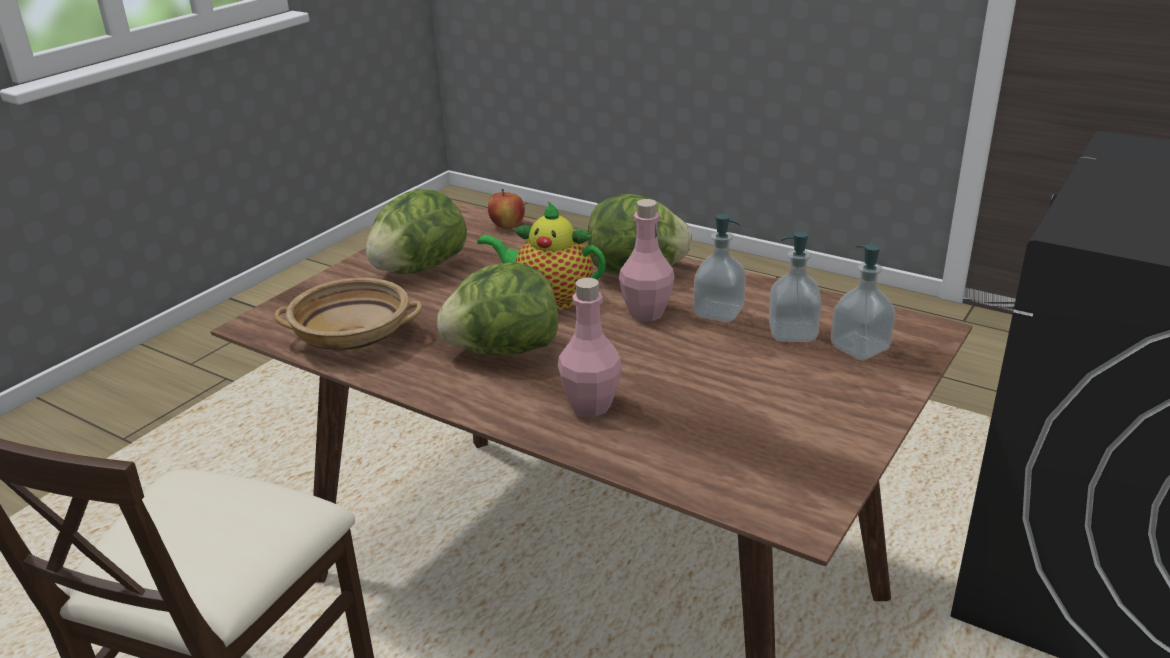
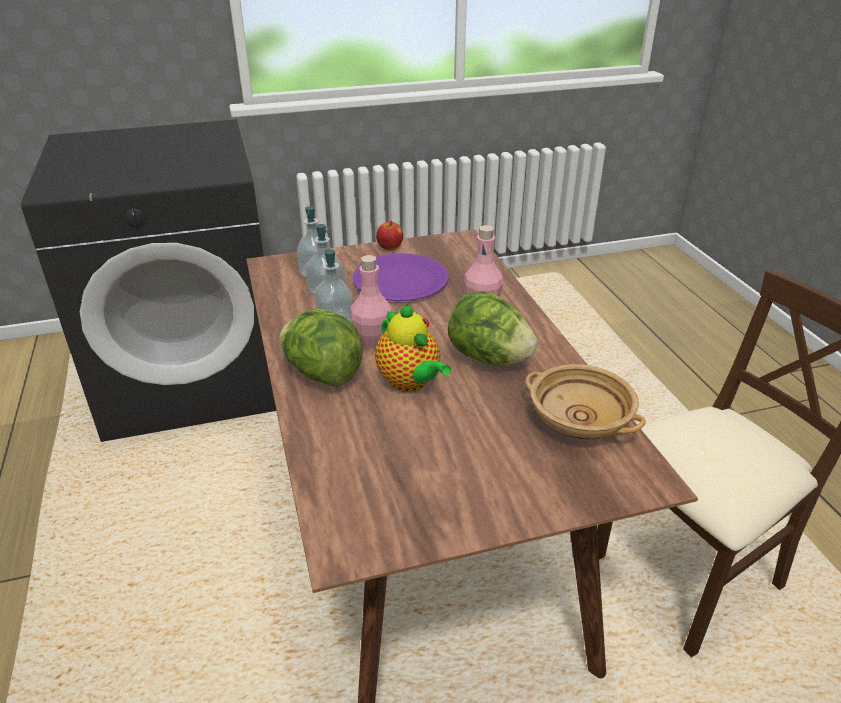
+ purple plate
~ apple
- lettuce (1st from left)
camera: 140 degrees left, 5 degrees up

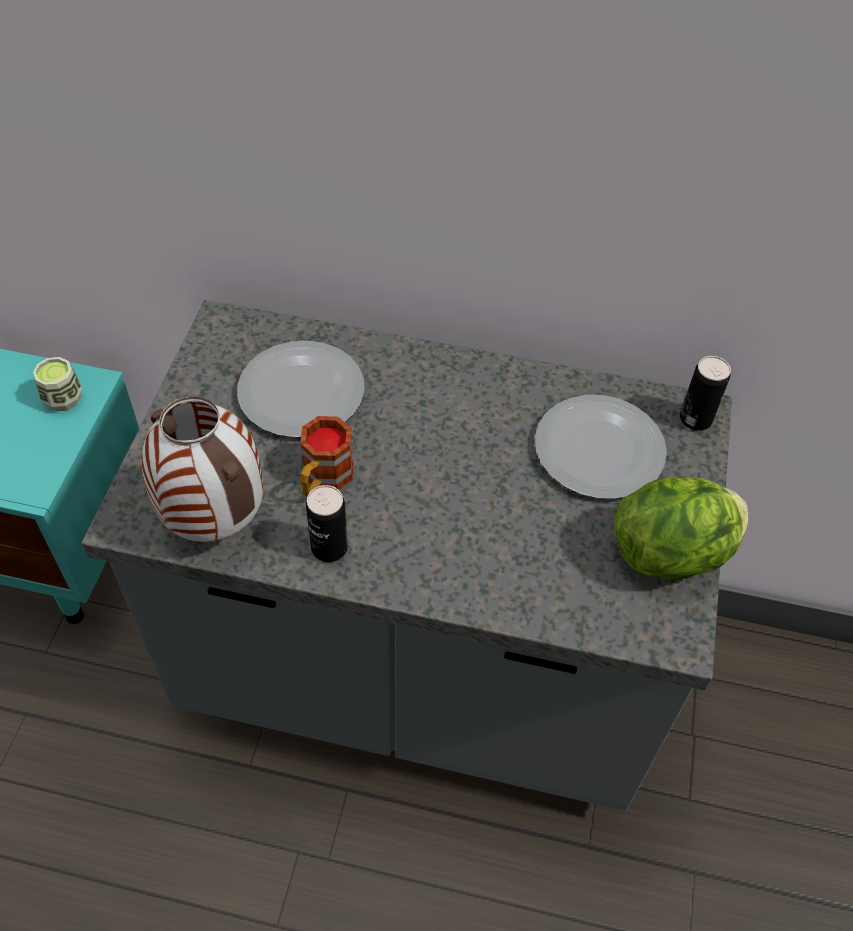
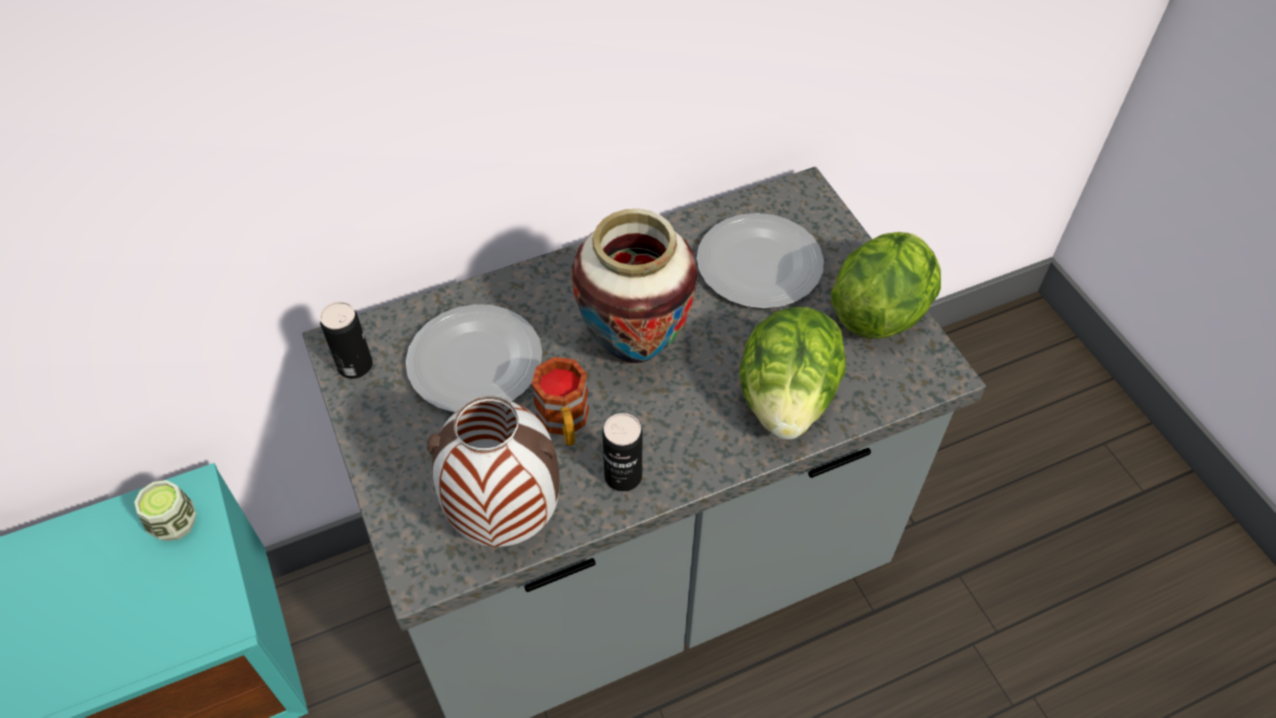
~ can (2nd from left in the first image) to can (1st from left)
+ vase (2nd from left)
+ lettuce (1st from left)
camera: 35 degrees left, 0 degrees up

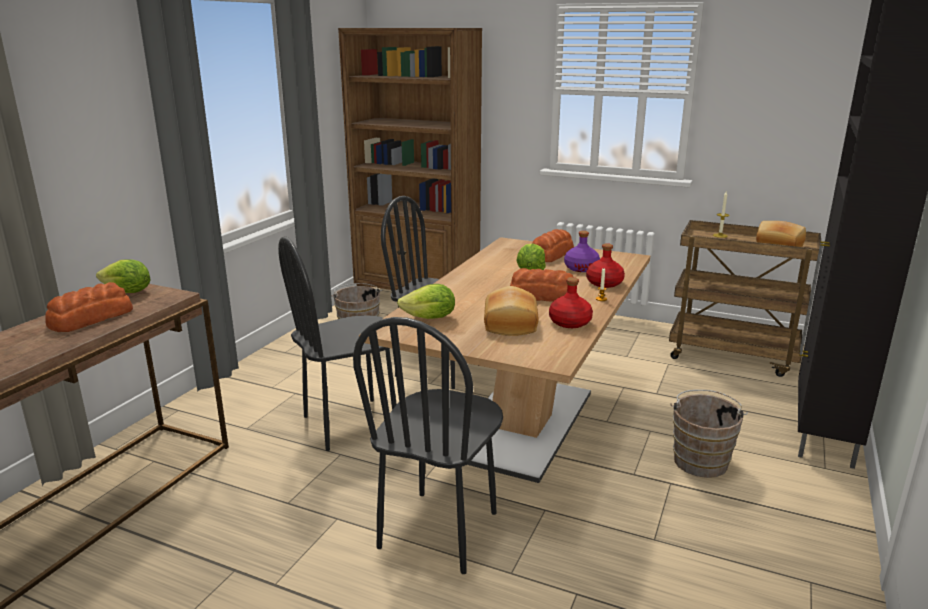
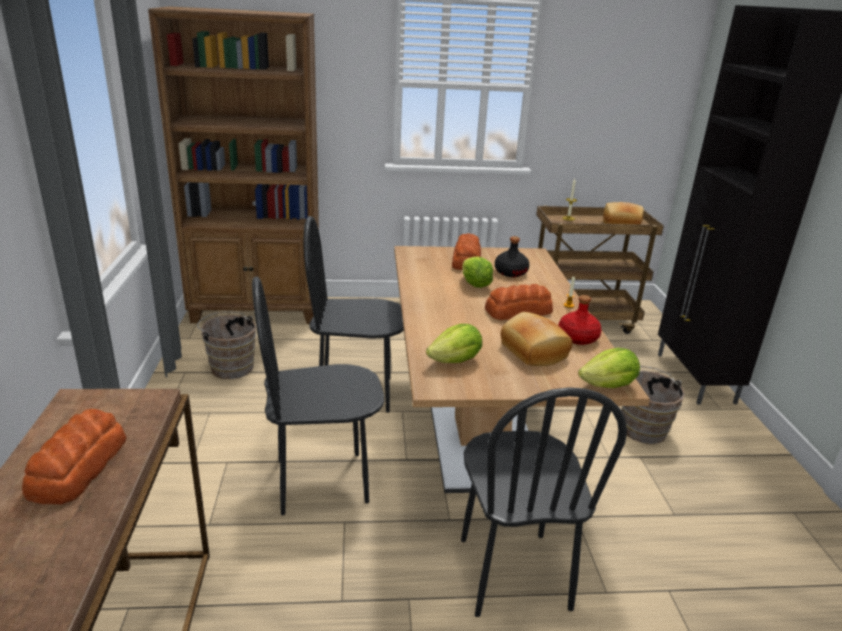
~ black chair (1st from left) 45 degrees clockwise
~ purple bottle to black bottle
~ lettuce (1st from left in the first image) to lettuce (3rd from left)
- red bottle (2nd from left)
camera: 30 degrees left, 5 degrees up

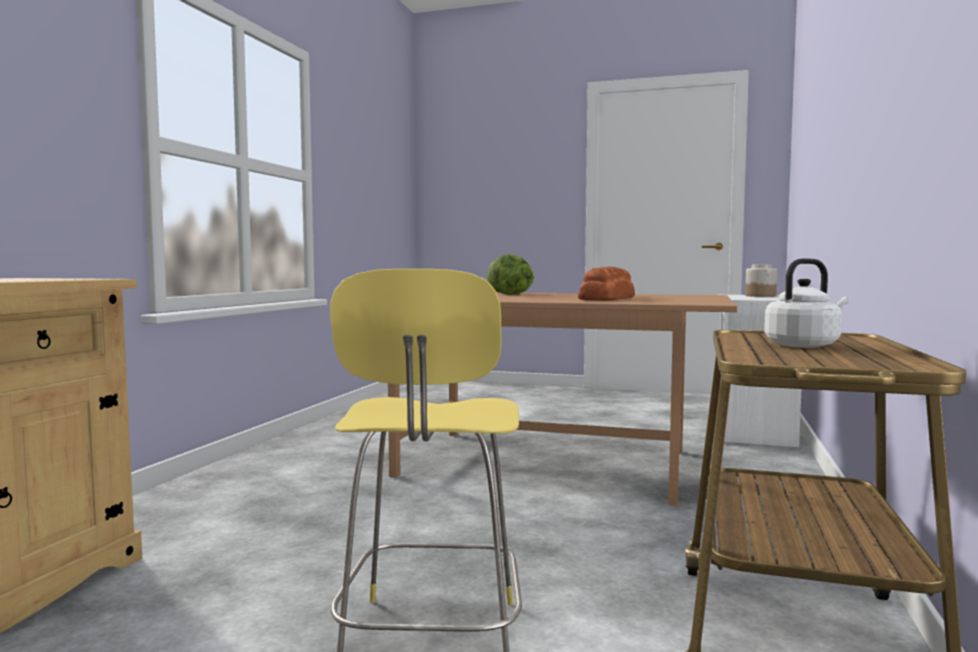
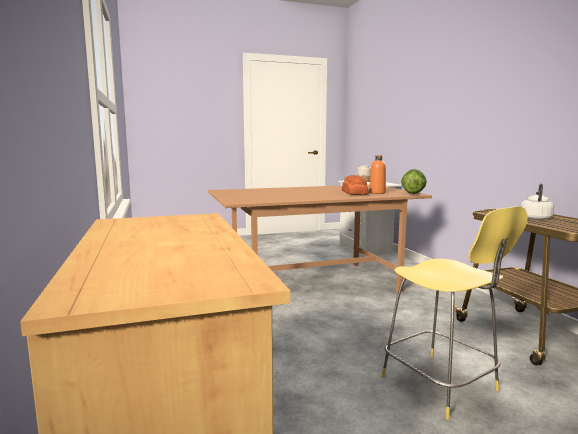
+ orange bottle
~ lettuce
camera: 35 degrees left, 5 degrees up

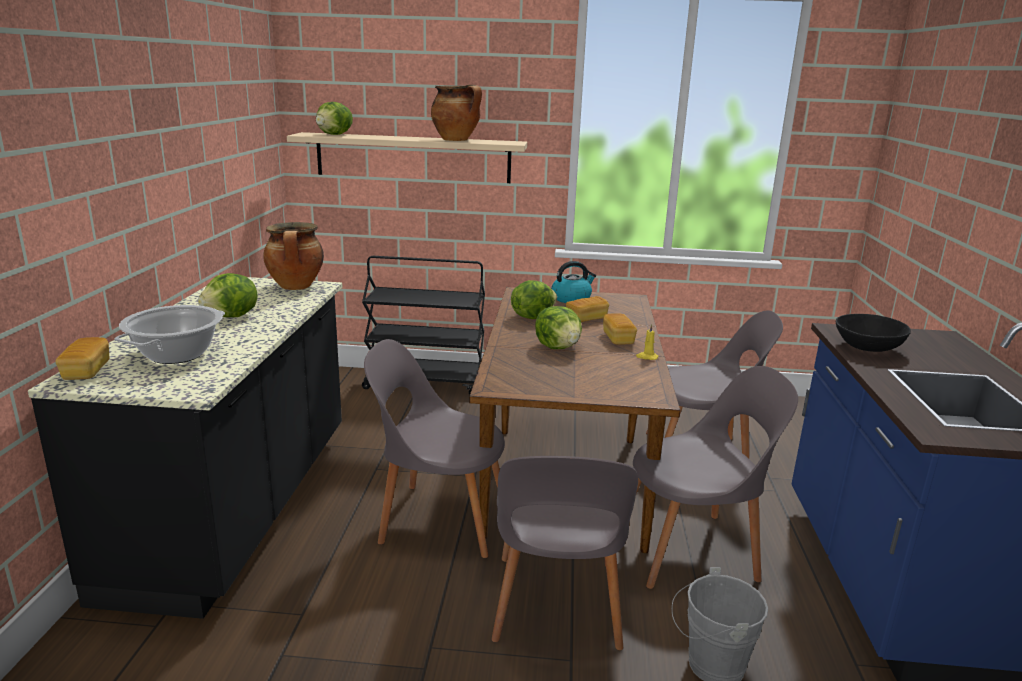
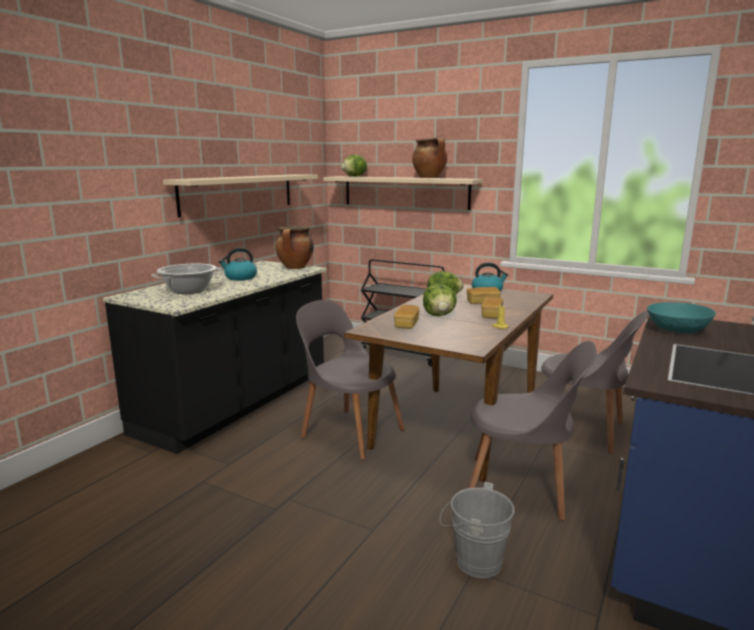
+ beige shelf (1st from left)
~ lettuce (1st from left) to kettle (1st from left)
~ bread (1st from left)
~ black bowl to turquoise bowl
- grey chair (2nd from left)
camera: 25 degrees right, 5 degrees down

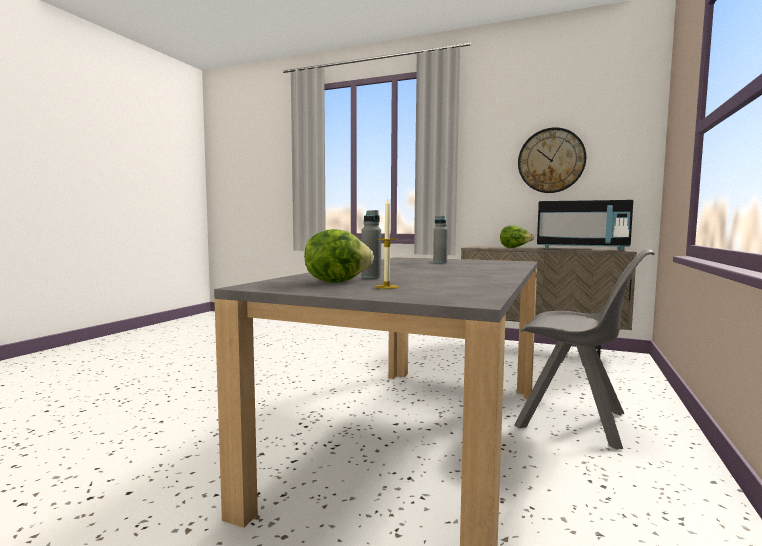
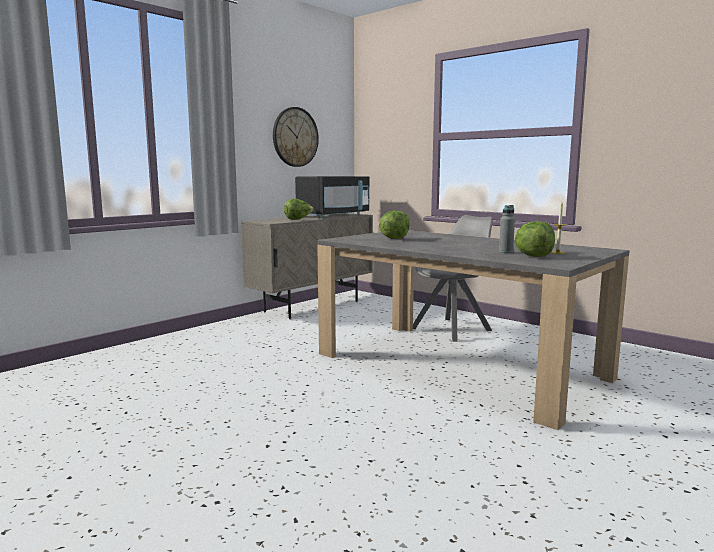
~ grey bottle (2nd from left) to lettuce (2nd from left)
camera: 70 degrees left, 5 degrees up

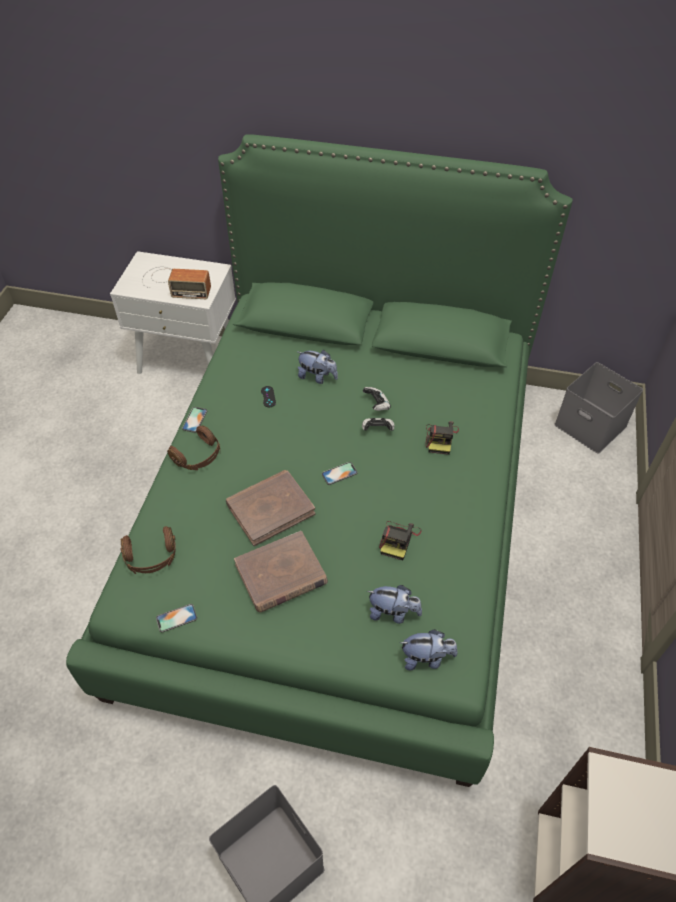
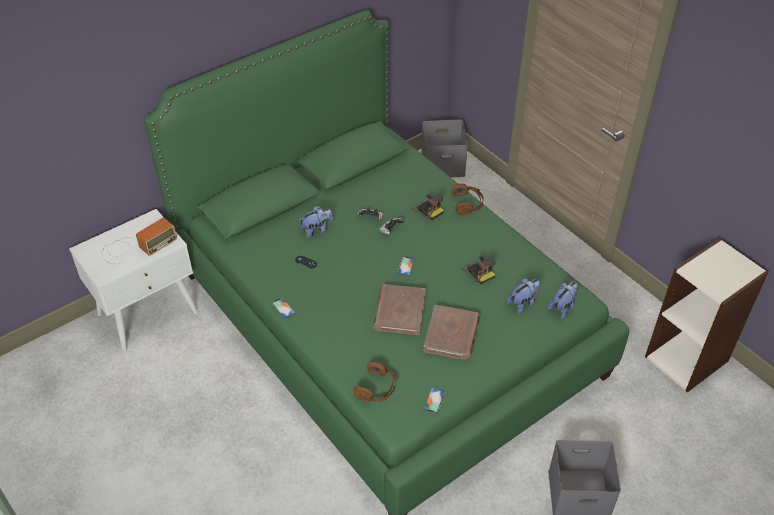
~ brown headphones (2nd from left)
camera: 50 degrees left, 5 degrees down

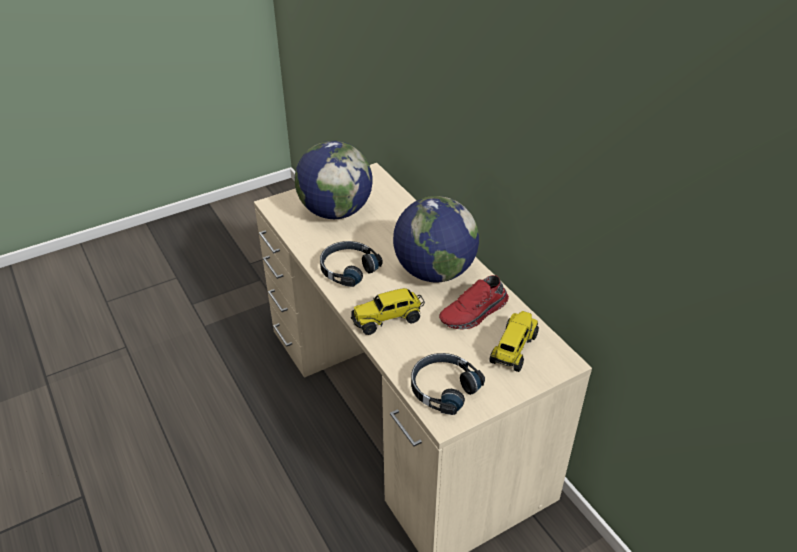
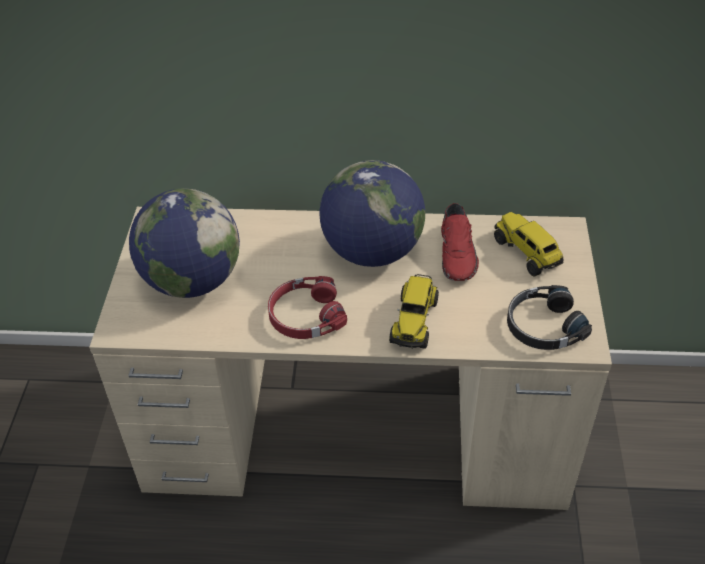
~ black headphones (1st from left) to red headphones
camera: 55 degrees left, 5 degrees up

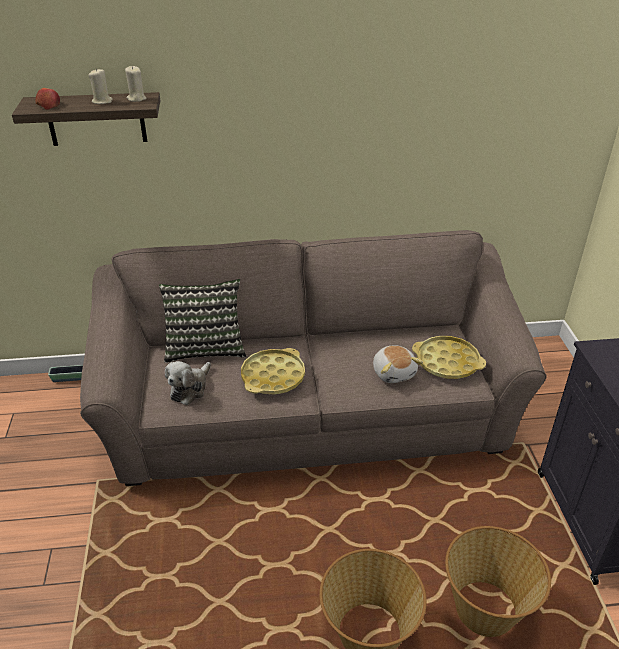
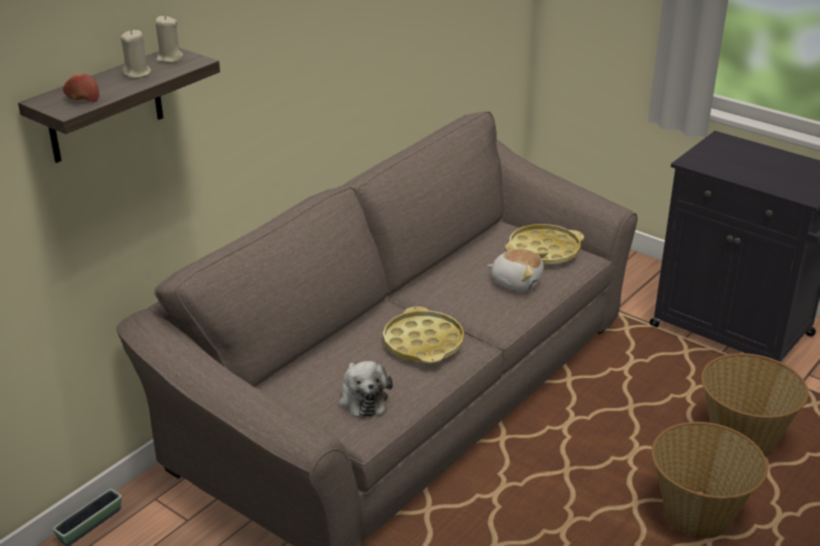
- pillow
camera: 45 degrees left, 5 degrees down

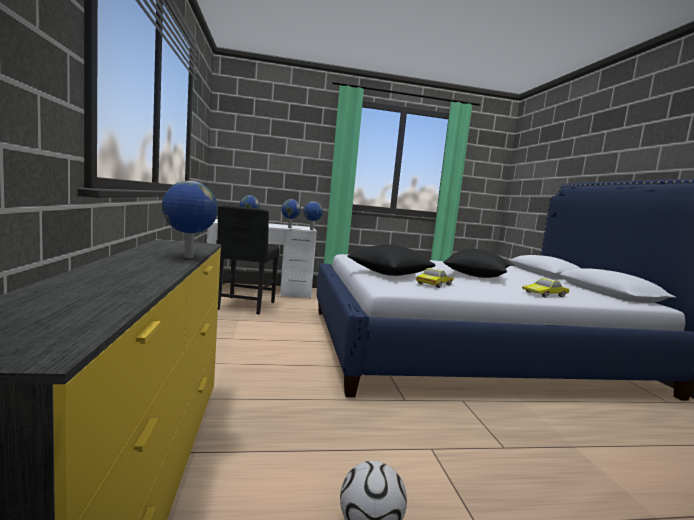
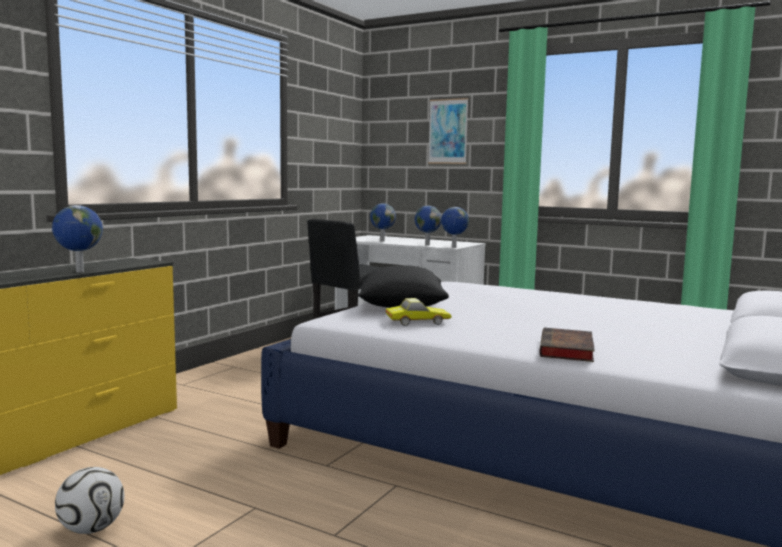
+ picture
~ toy car (2nd from left) to book
- black pillow (2nd from left)
camera: 40 degrees right, 0 degrees up

